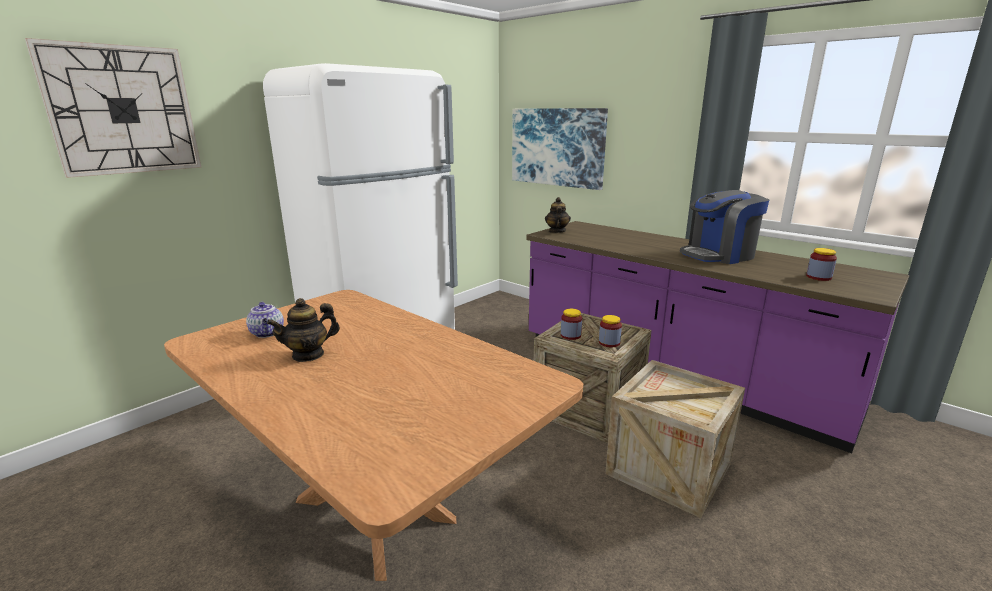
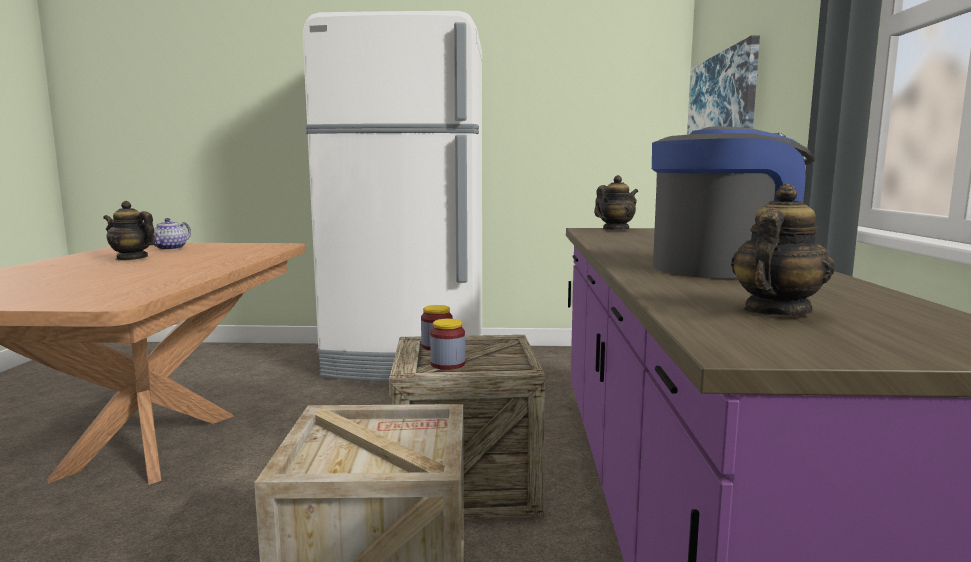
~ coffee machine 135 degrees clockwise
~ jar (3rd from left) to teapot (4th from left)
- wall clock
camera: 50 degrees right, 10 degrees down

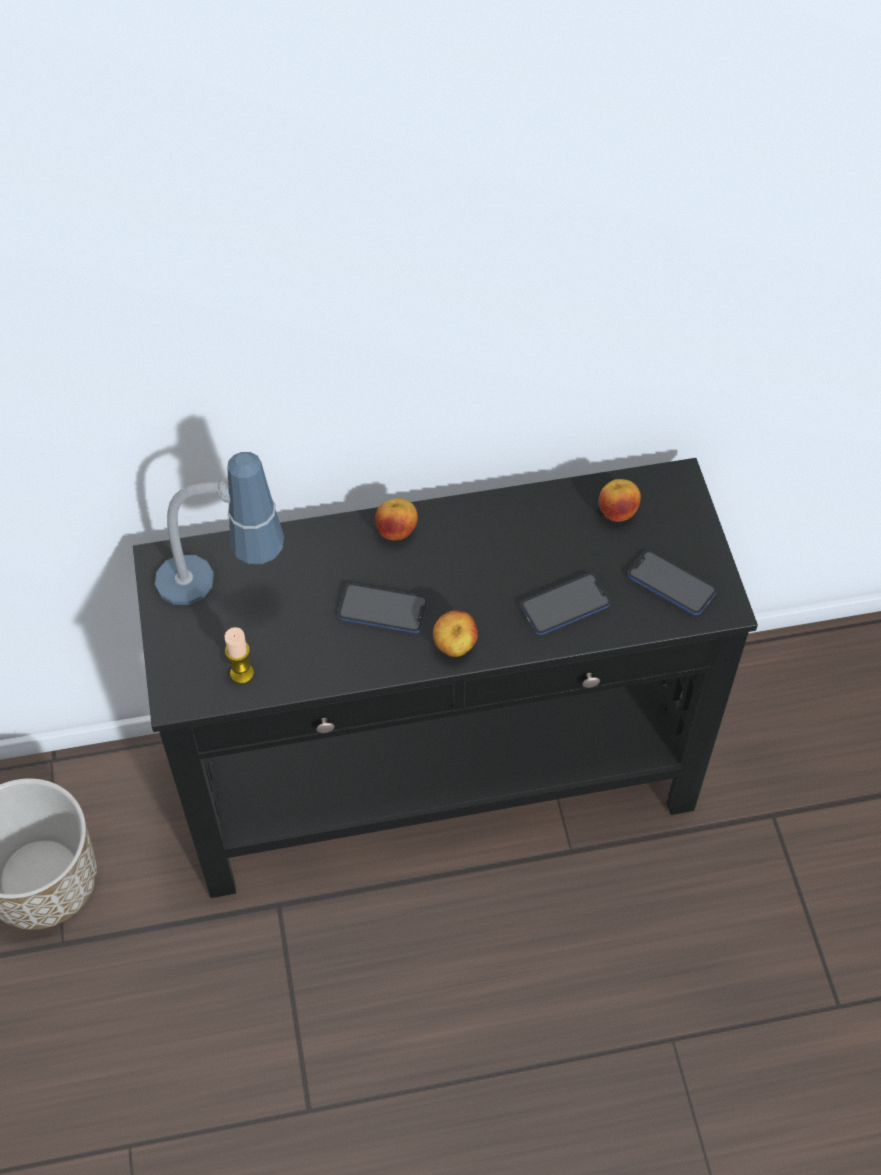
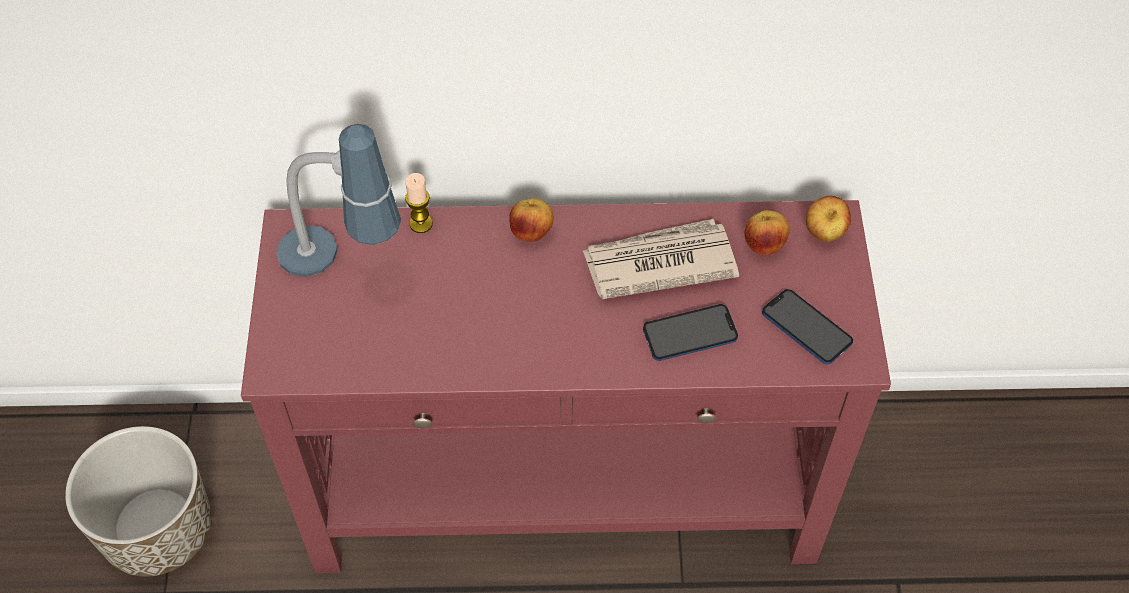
~ black console table to red console table
~ candle
+ newspaper
~ apple (2nd from left in the first image) to apple (3rd from left)
- phone (1st from left)
camera: 10 degrees right, 0 degrees up

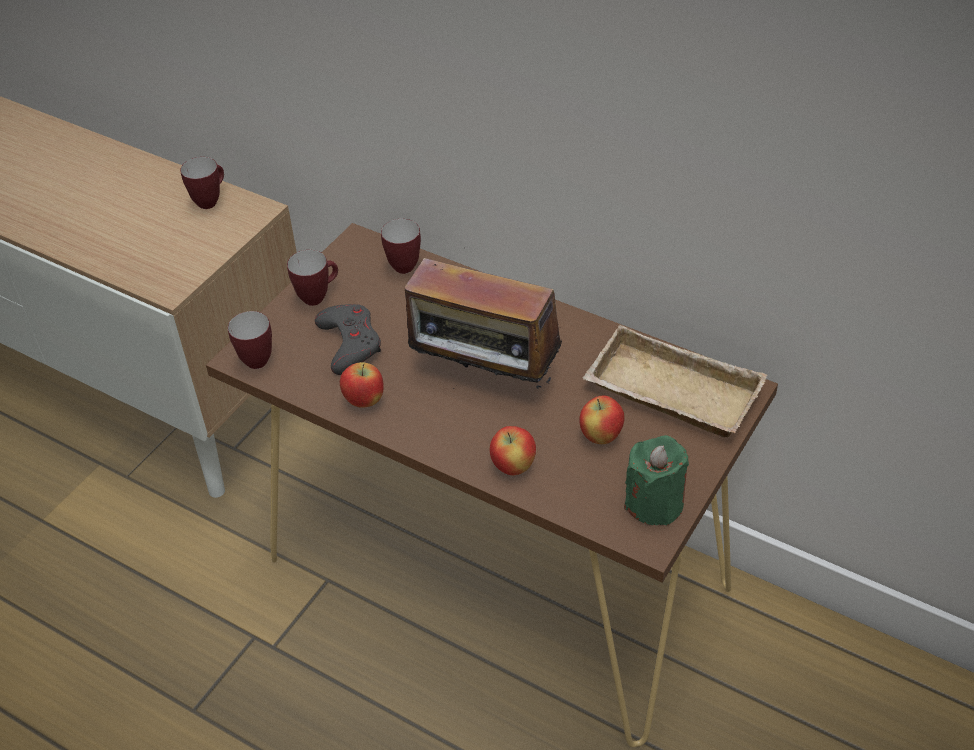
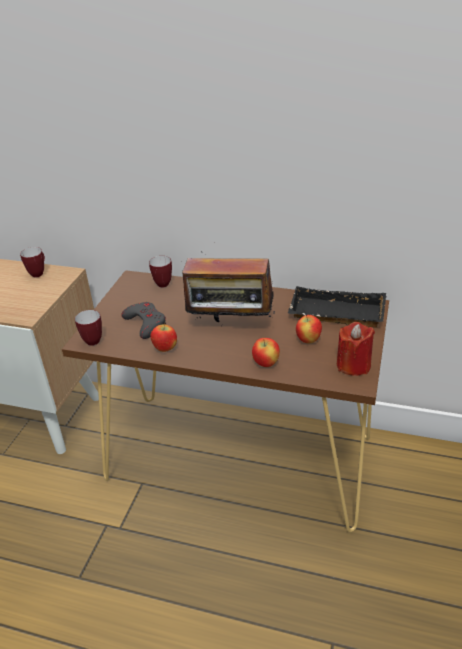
~ beige tray to black tray
~ green candle to red candle
- mug (3rd from left)
camera: 15 degrees left, 10 degrees down

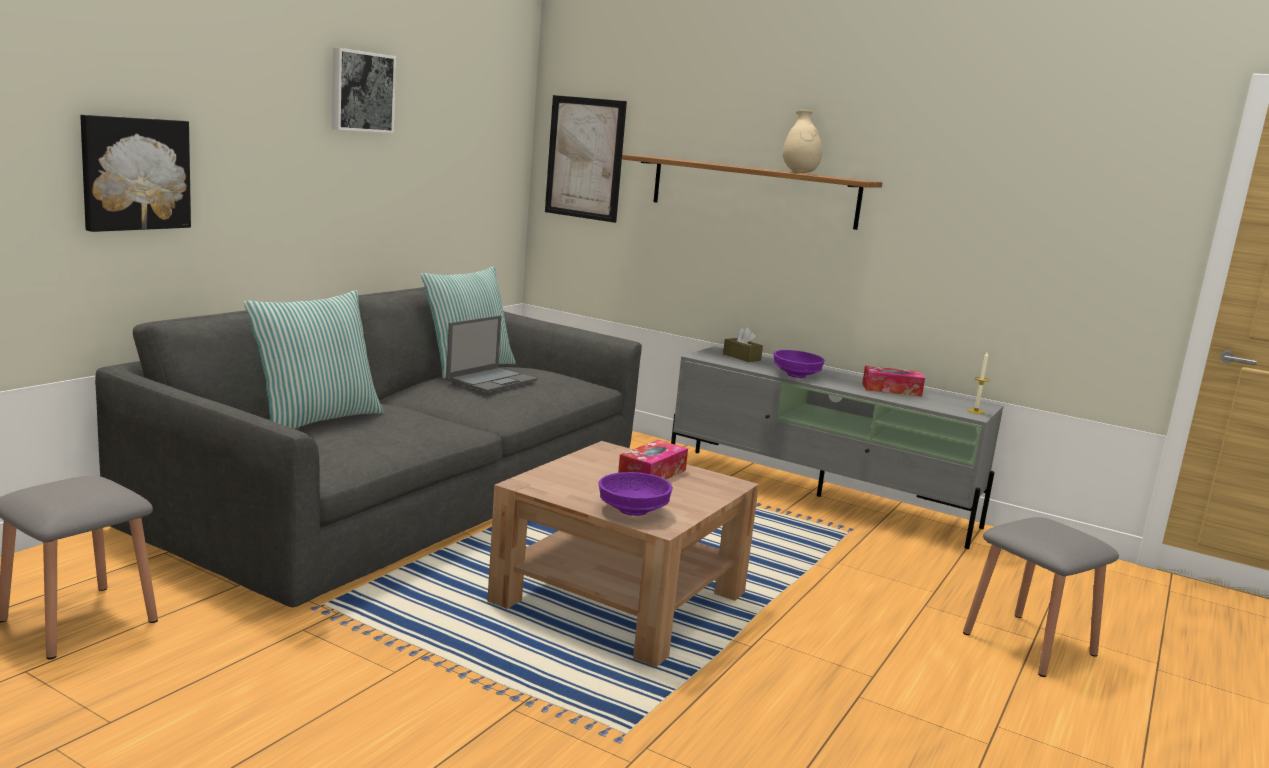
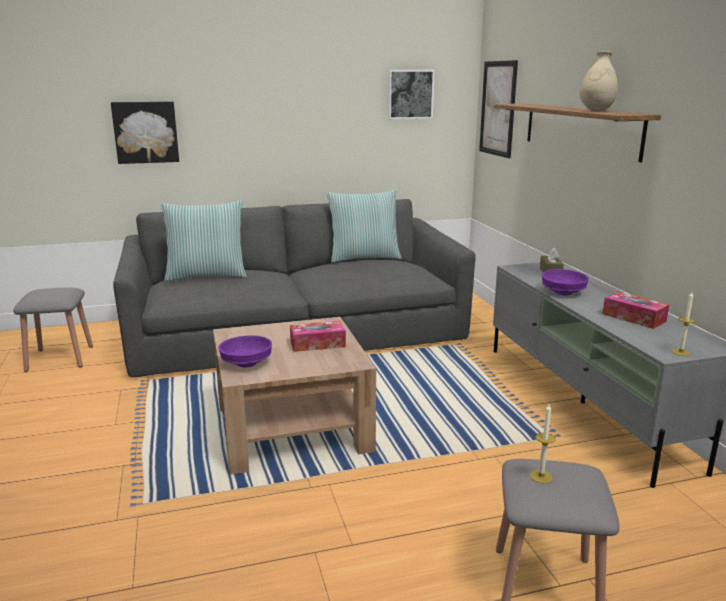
~ picture (2nd from left)
+ candle (1st from left)
- laptop
camera: 45 degrees right, 5 degrees up

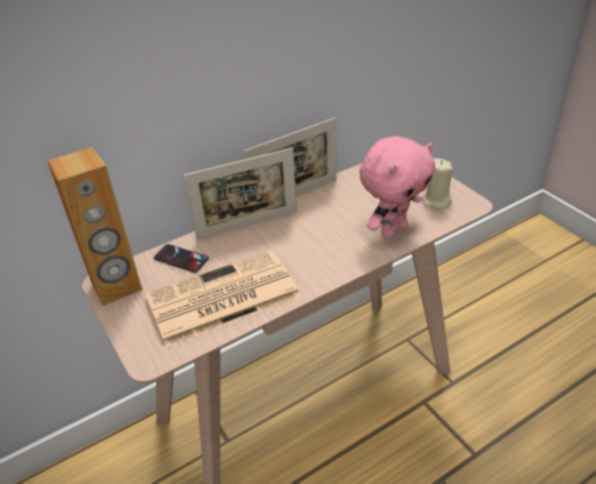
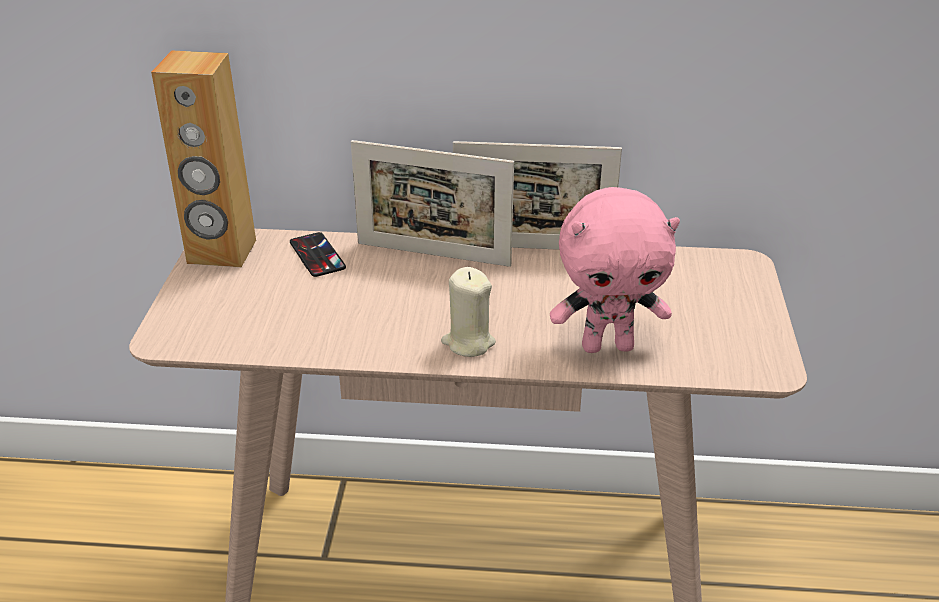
~ beige candle
- newspaper
camera: 35 degrees right, 5 degrees down

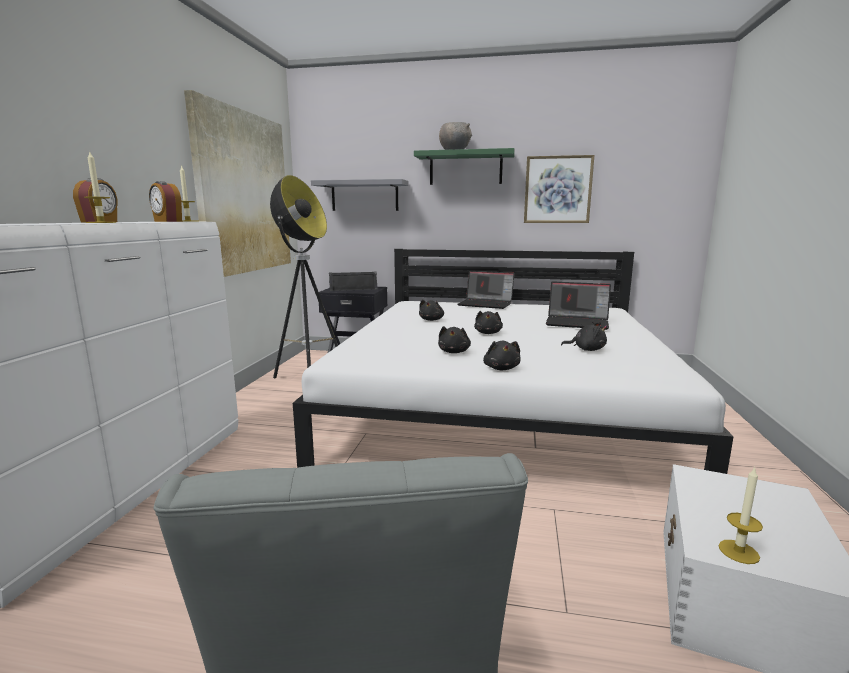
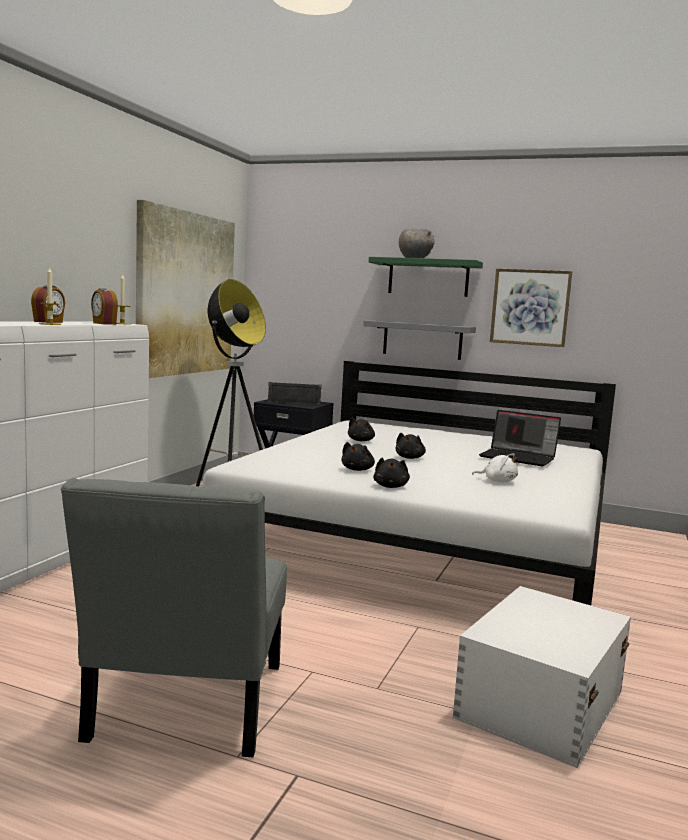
~ grey shelf
~ black plush toy (5th from left) to white plush toy
- laptop (1st from left)
- candle (3rd from left)
camera: 10 degrees right, 5 degrees down

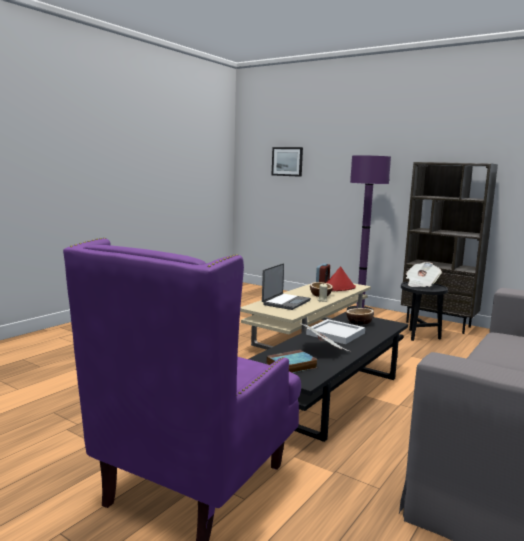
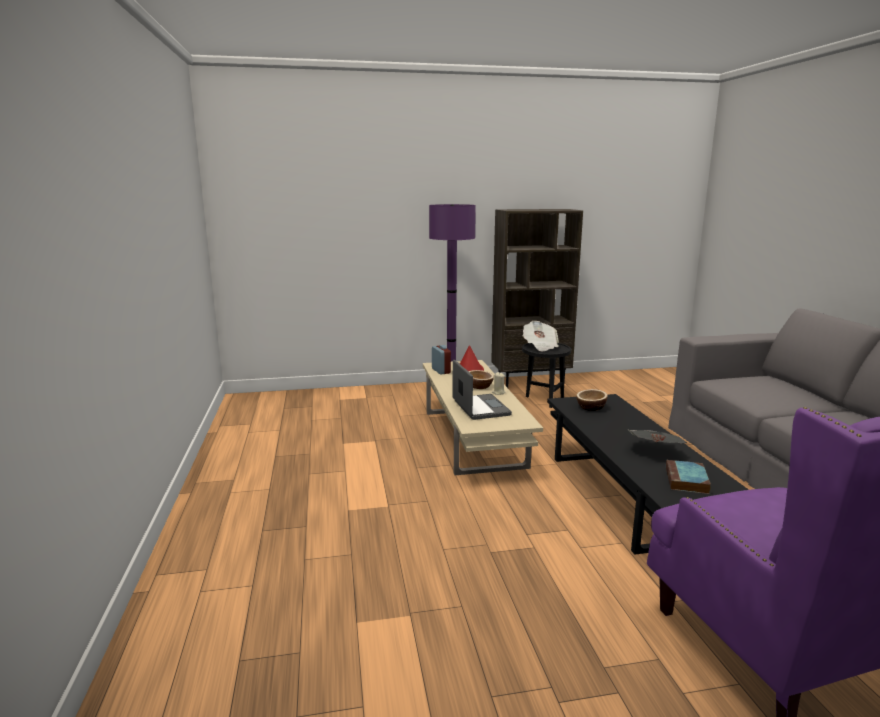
- picture
- white tray
camera: 45 degrees left, 5 degrees up

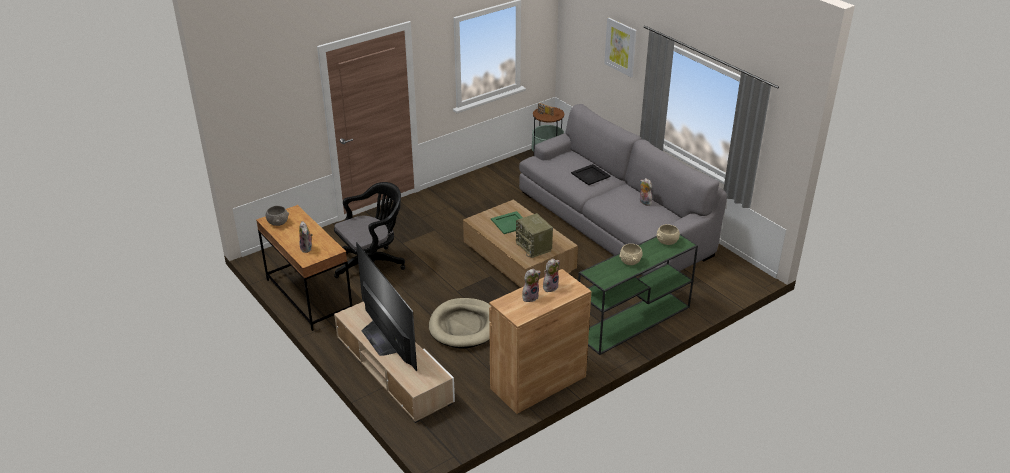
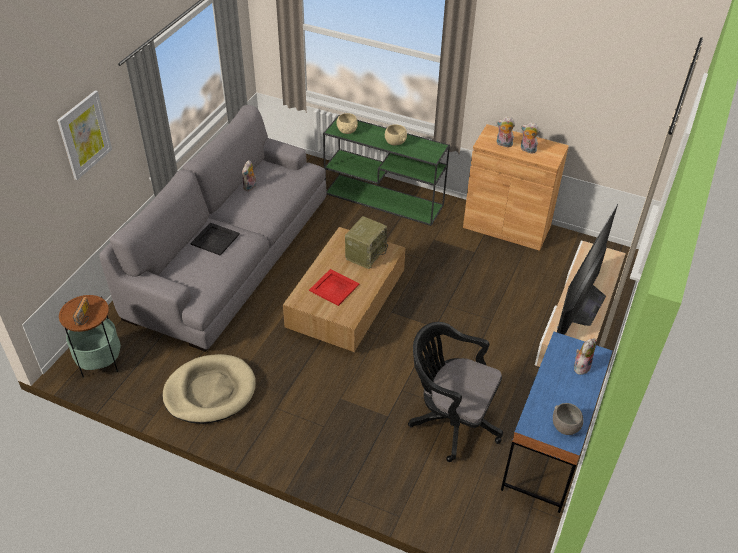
~ beige dog bed
~ green tray to red tray
~ brown desk to blue desk
camera: 120 degrees left, 10 degrees up

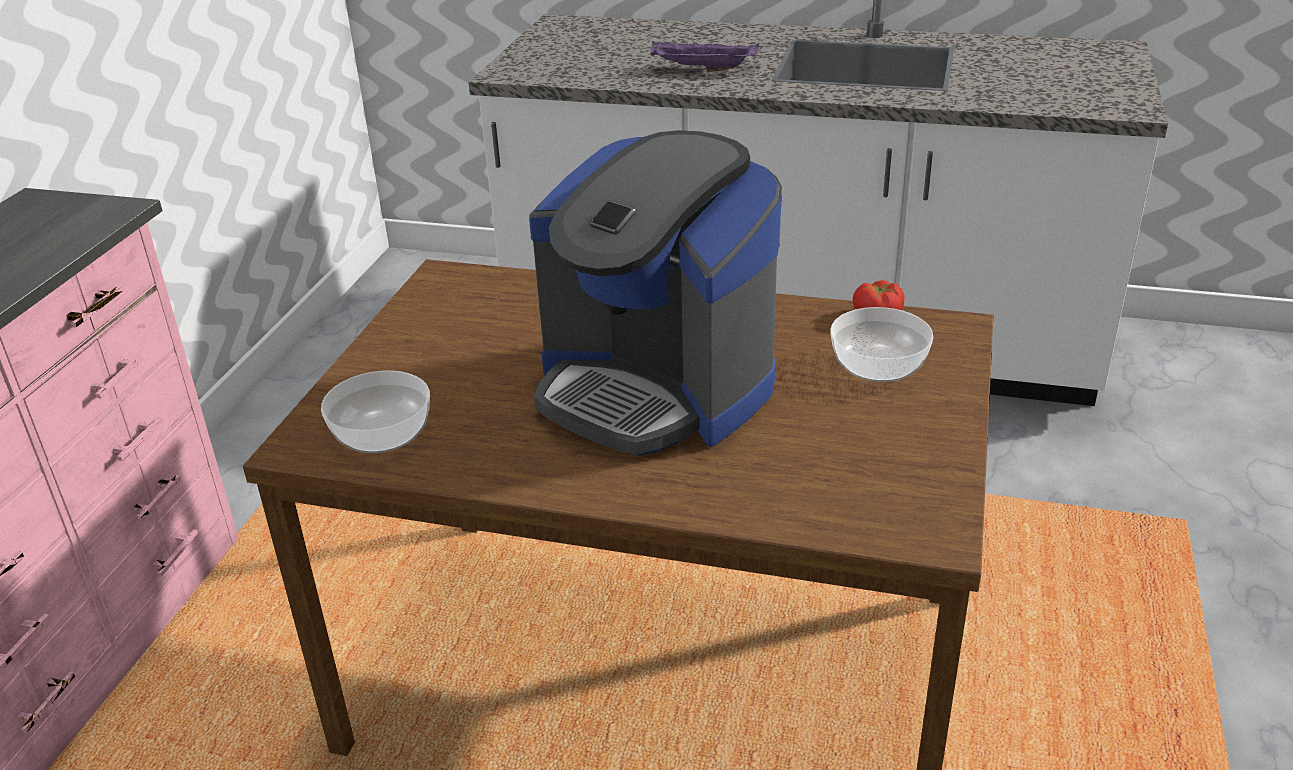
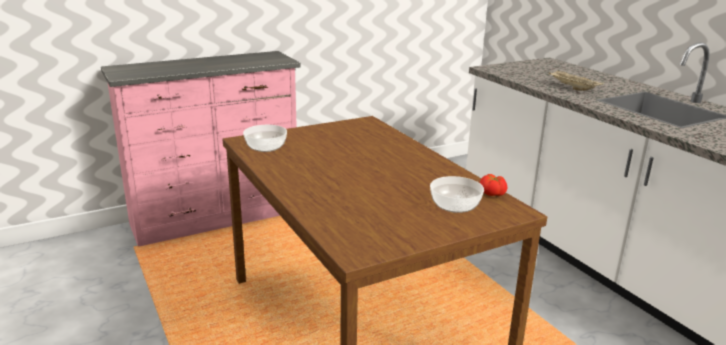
~ purple tray to beige tray
- coffee machine
camera: 45 degrees right, 10 degrees down

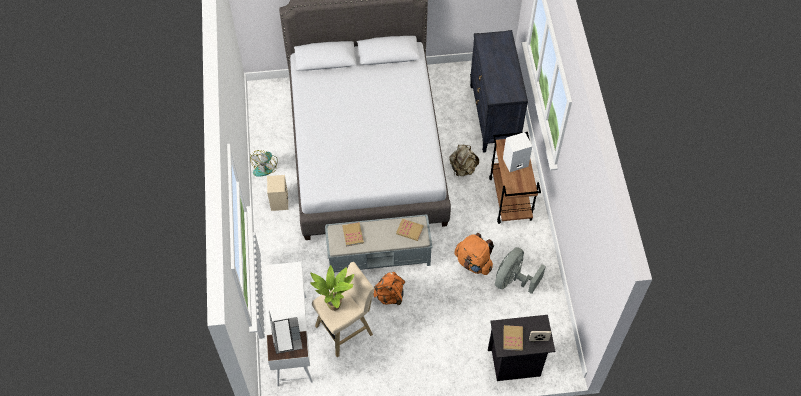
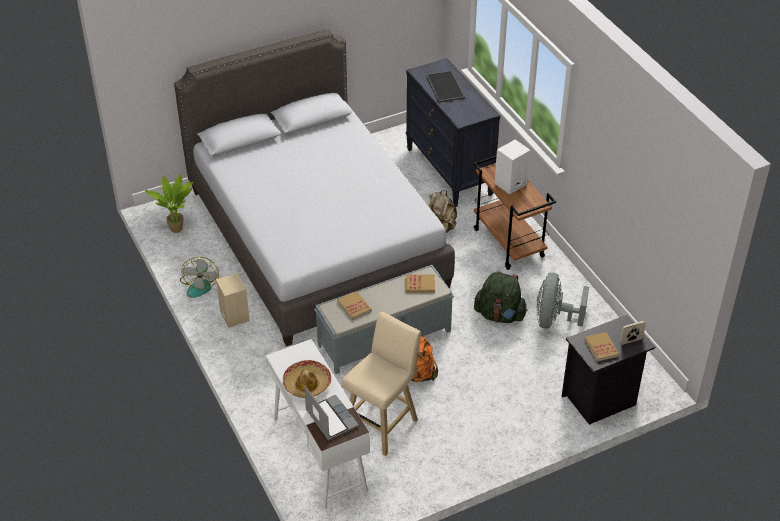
~ potted plant
+ hat
+ tray
~ orange backpack (2nd from left) to green backpack
camera: 20 degrees left, 15 degrees down

